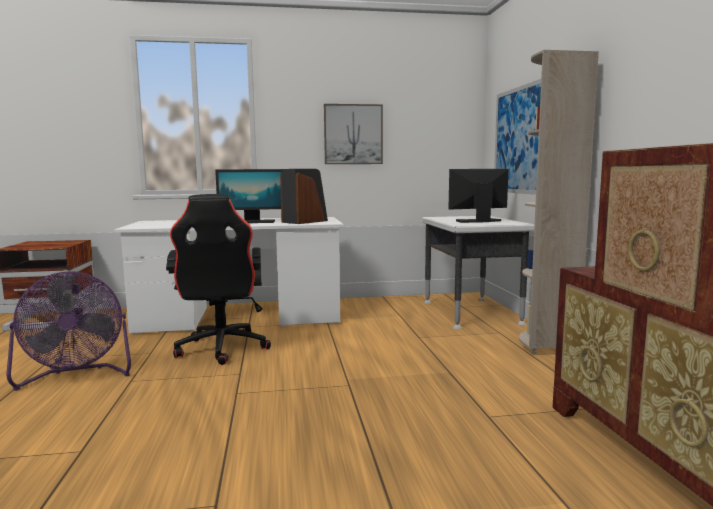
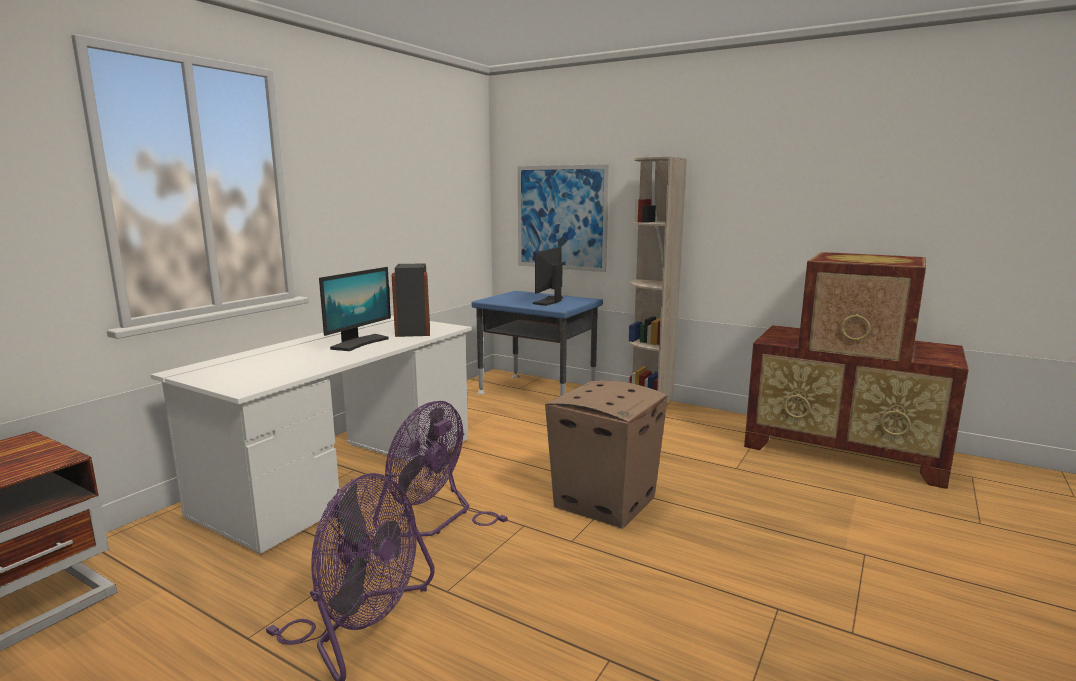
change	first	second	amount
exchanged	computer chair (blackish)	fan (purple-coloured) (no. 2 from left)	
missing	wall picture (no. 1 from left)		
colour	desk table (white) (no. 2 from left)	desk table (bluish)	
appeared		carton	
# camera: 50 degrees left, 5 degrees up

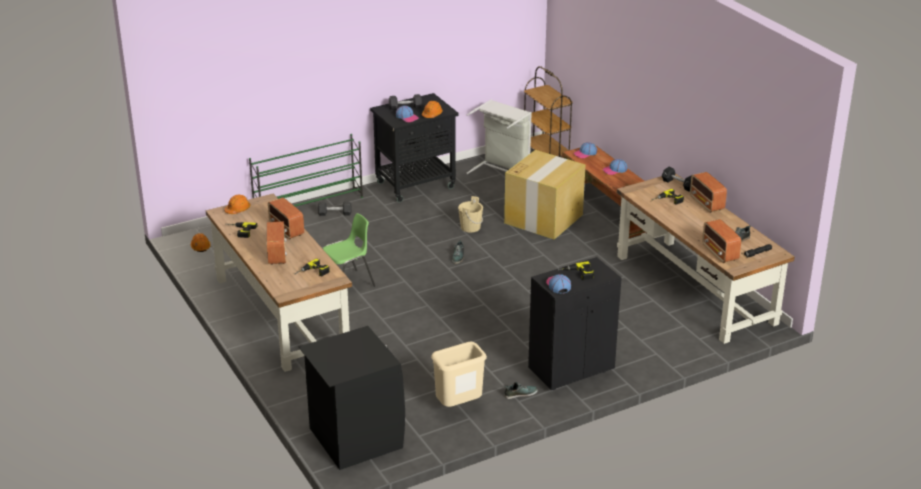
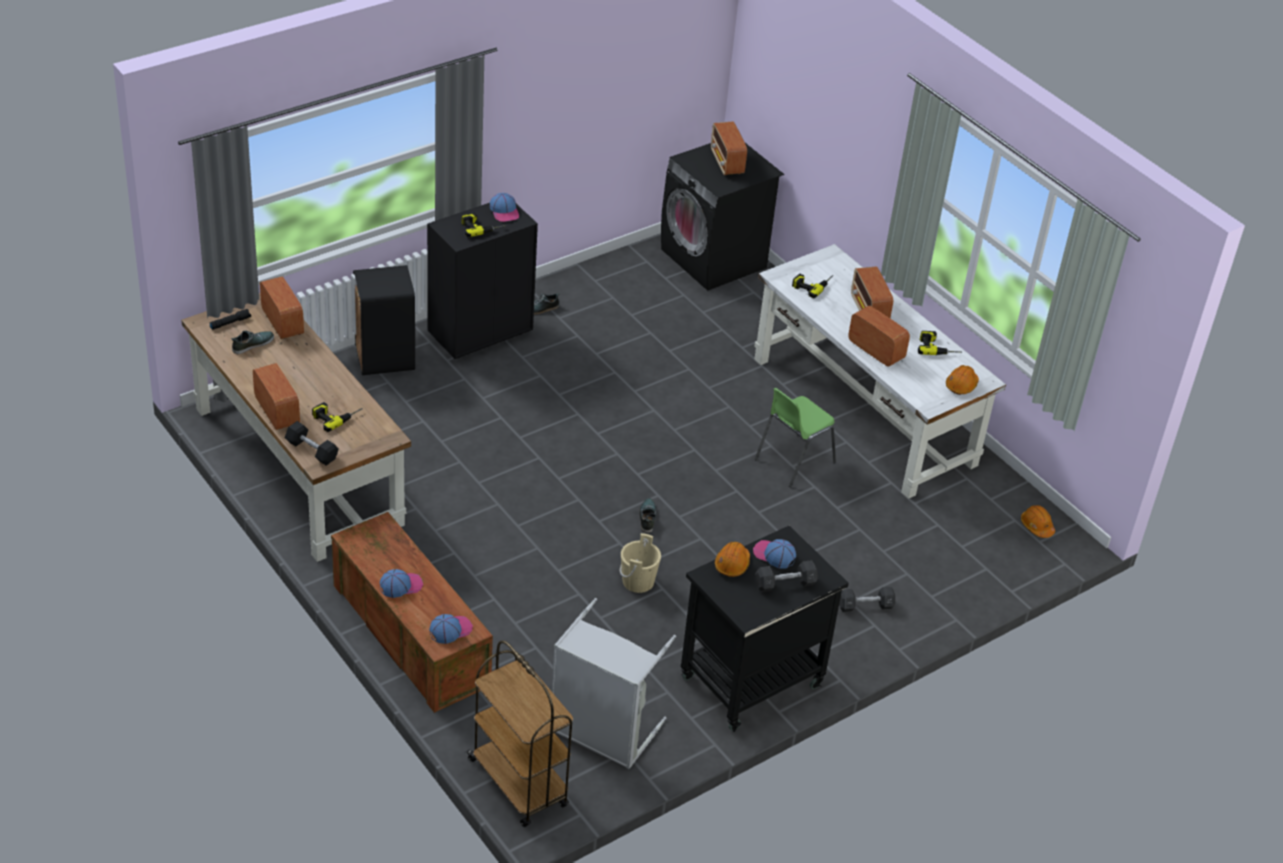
change	first	second	amount
colour	desk table (brown) (no. 1 from left)	desk table (white)	
missing	shoe rack (greenish)		
missing	rubbish bin (beige-coloured)		
missing	carton		
appeared		rubbish bin (blackish)	
appeared		radio (no. 3 from left)	
# camera: 170 degrees right, 10 degrees up

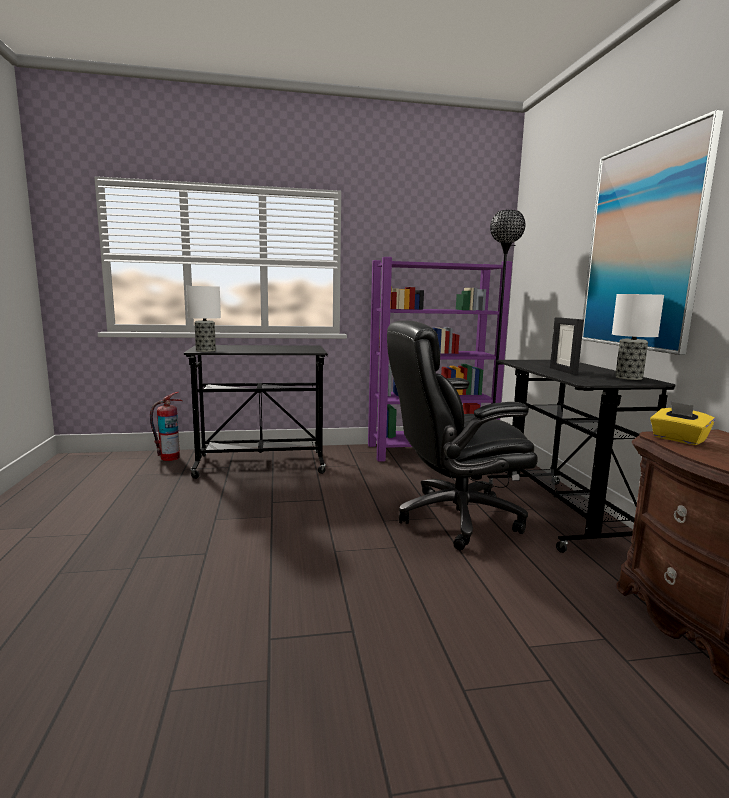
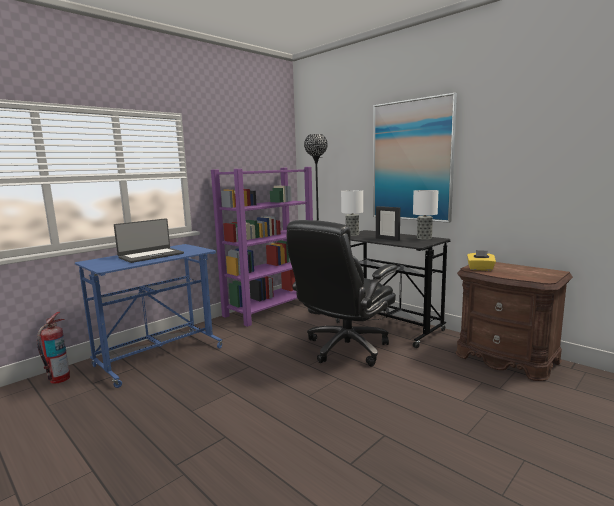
change	first	second	amount
colour	desk table (blackish) (no. 1 from left)	desk table (bluish)	
relocated	tabletop lamp (no. 1 from left)		
appeared		notebook computer	
# camera: 35 degrees left, 0 degrees up

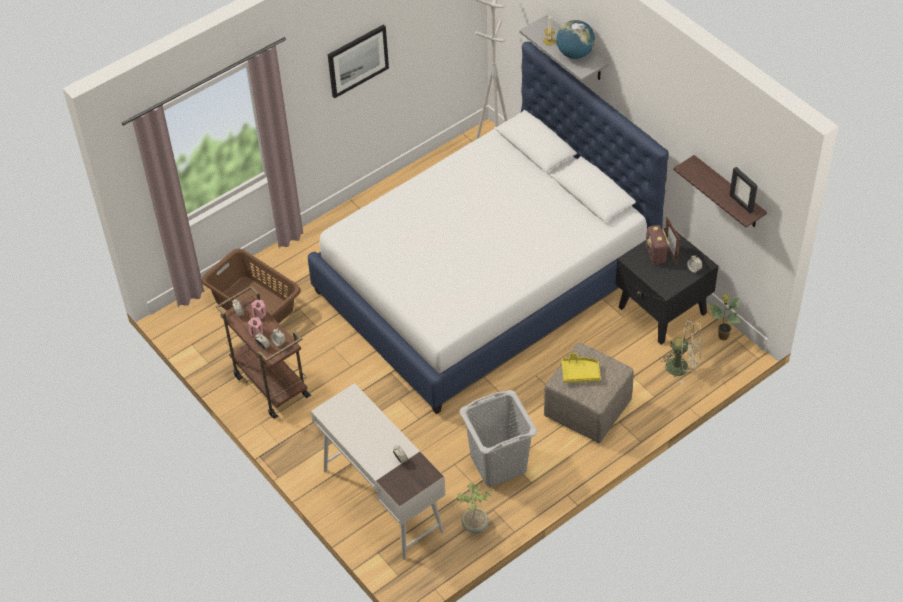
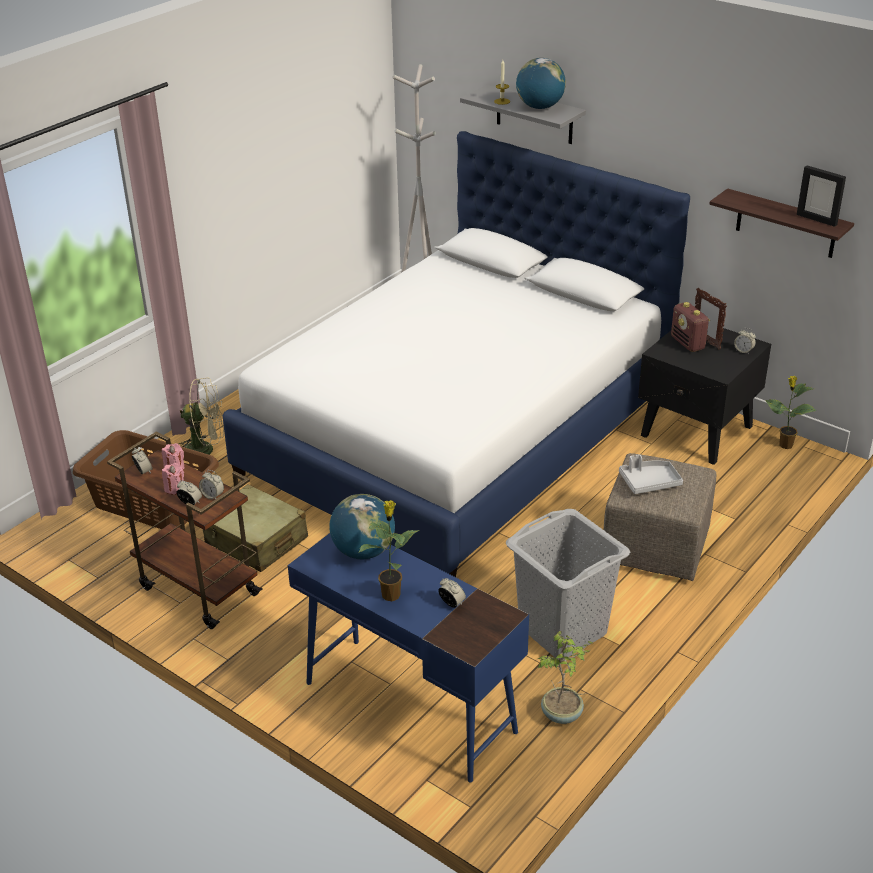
change	first	second	amount
colour	desk table (white)	desk table (bluish)	
missing	wall picture		
colour	tray (yellow)	tray (greyish)	
relocated	fan (beige-coloured)		
appeared		suitcase (beige-coloured)	
appeared		globe (no. 1 from left)	
appeared		houseplant (no. 1 from left)	
# camera: 15 degrees left, 15 degrees down

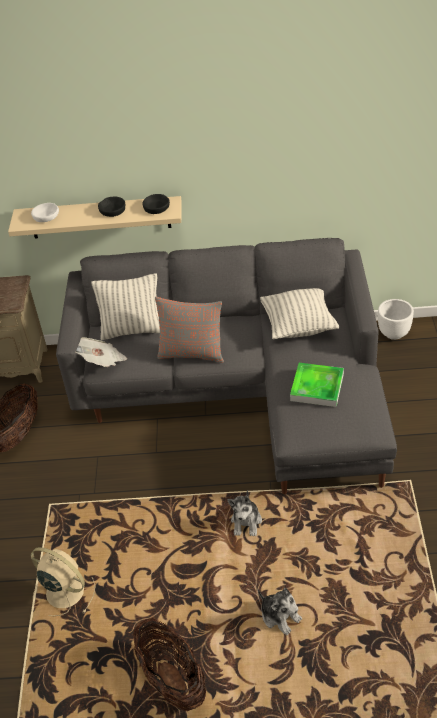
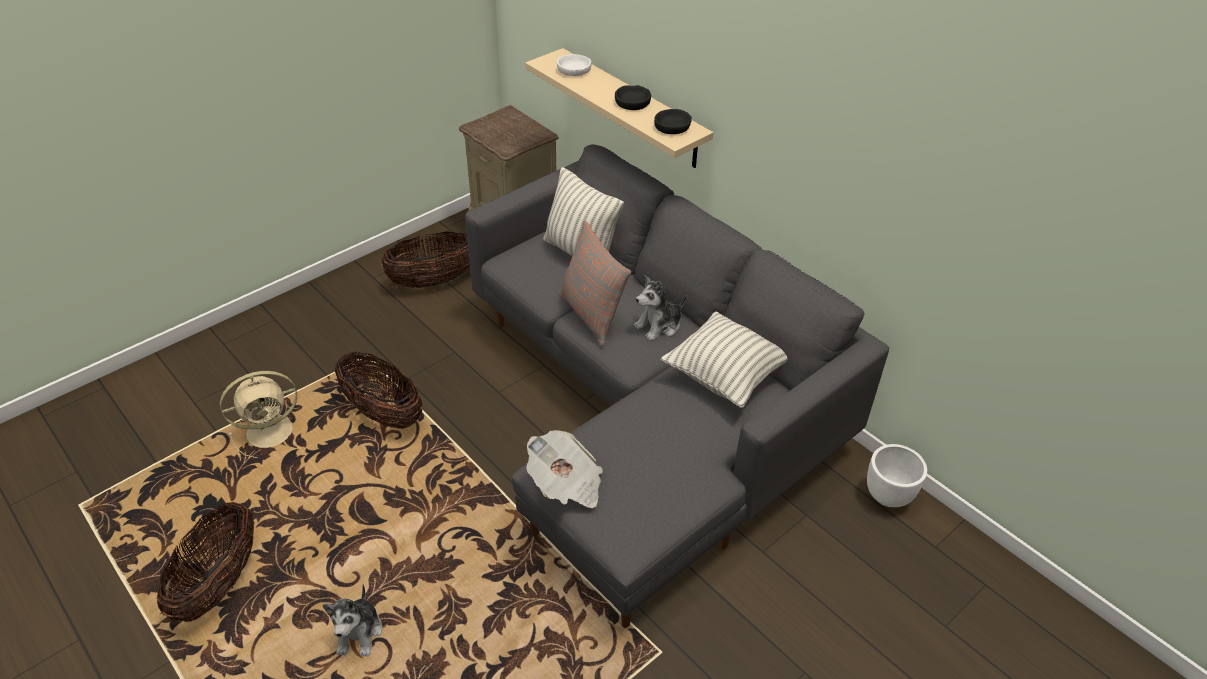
change	first	second	amount
spun	fan (beige-coloured)		75 degrees clockwise
relocated	daily paper		
relocated	soft toy (no. 1 from left in the first image)	soft toy (no. 2 from left)	
missing	tray		
appeared		storage basket (no. 2 from left)	
# camera: 45 degrees right, 0 degrees up

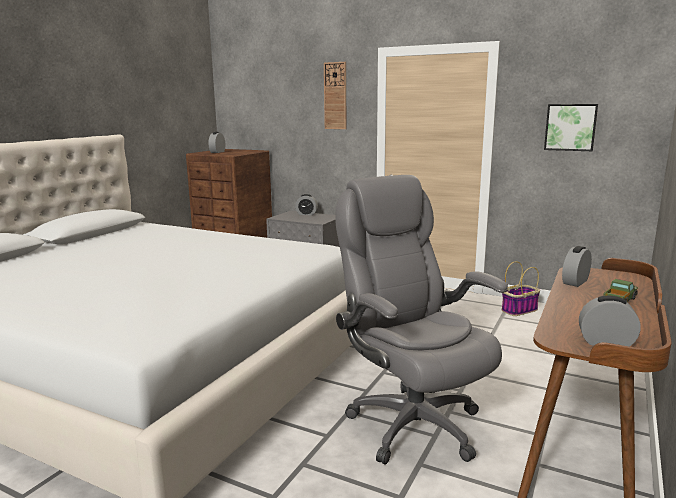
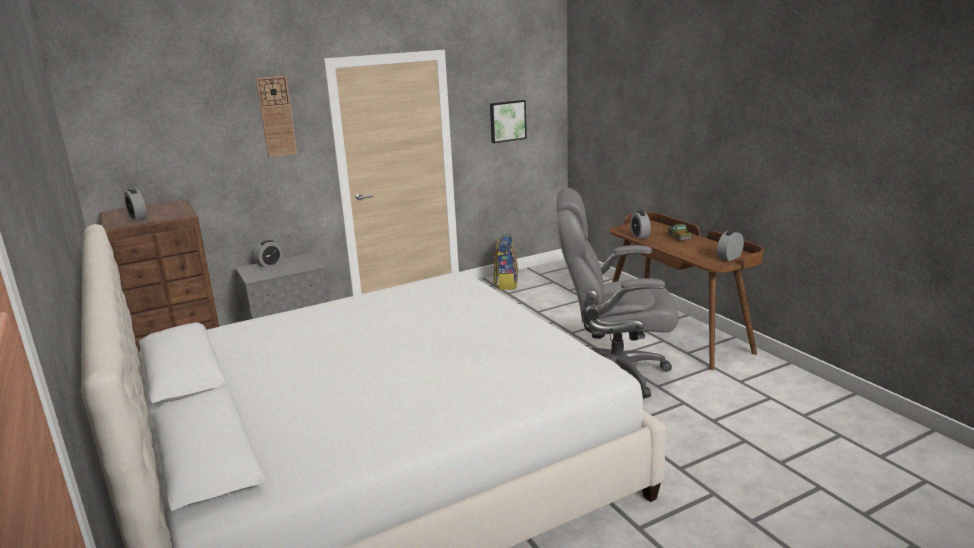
change	first	second	amount
exchanged	storage basket	knapsack	
# camera: 55 degrees left, 5 degrees up

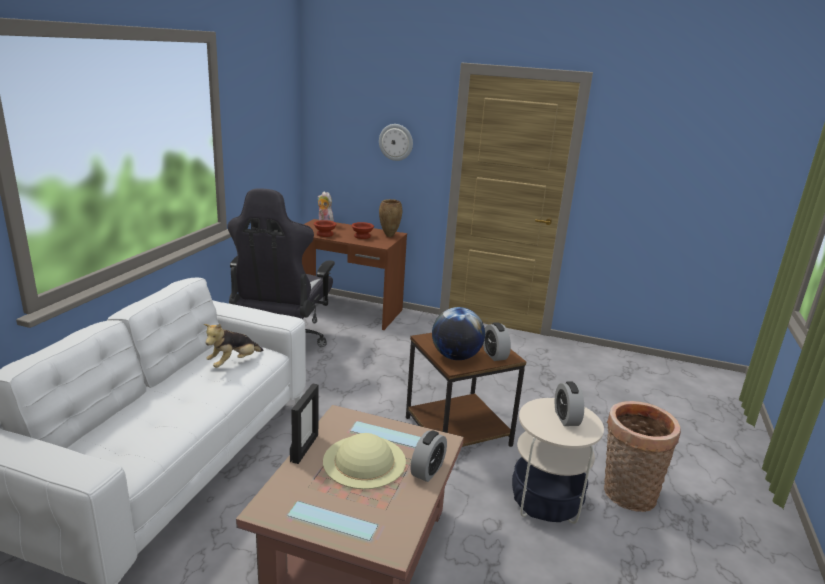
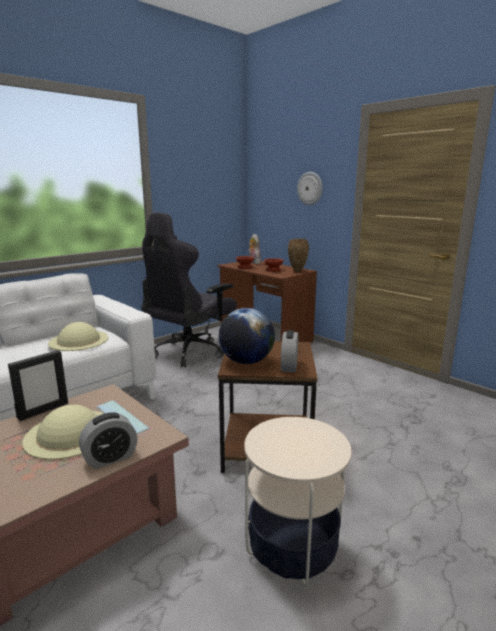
change	first	second	amount
exchanged	soft toy (no. 1 from left)	hat (beige-coloured) (no. 2 from left)	
missing	table clock (no. 3 from left)		
missing	storage basket		
# camera: 30 degrees right, 5 degrees down

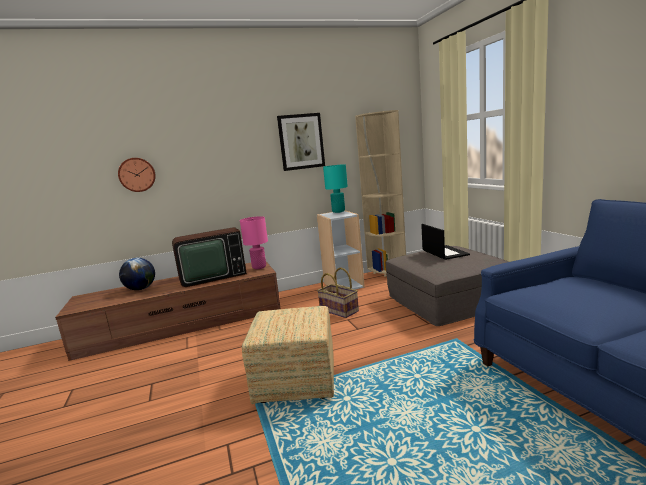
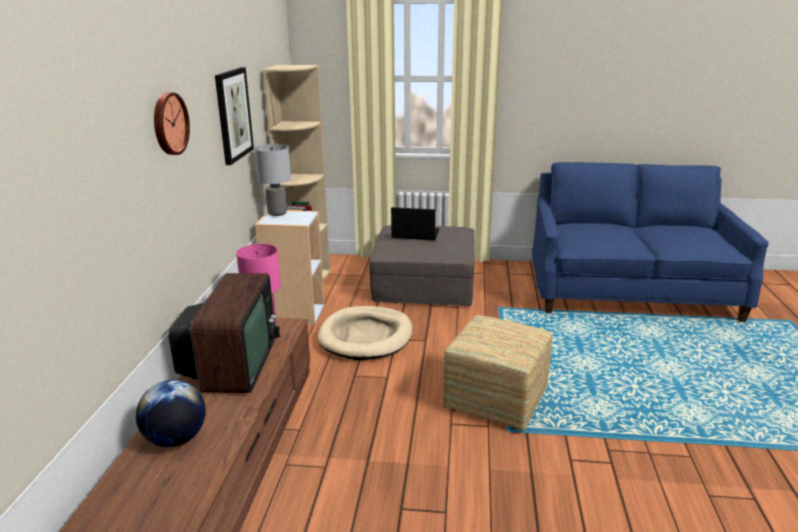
change	first	second	amount
relocated	hanging clock		
exchanged	storage basket	pet bed (beige-coloured)	
colour	tabletop lamp (turquoise-coloured)	tabletop lamp (greyish)	
# camera: 65 degrees left, 10 degrees up

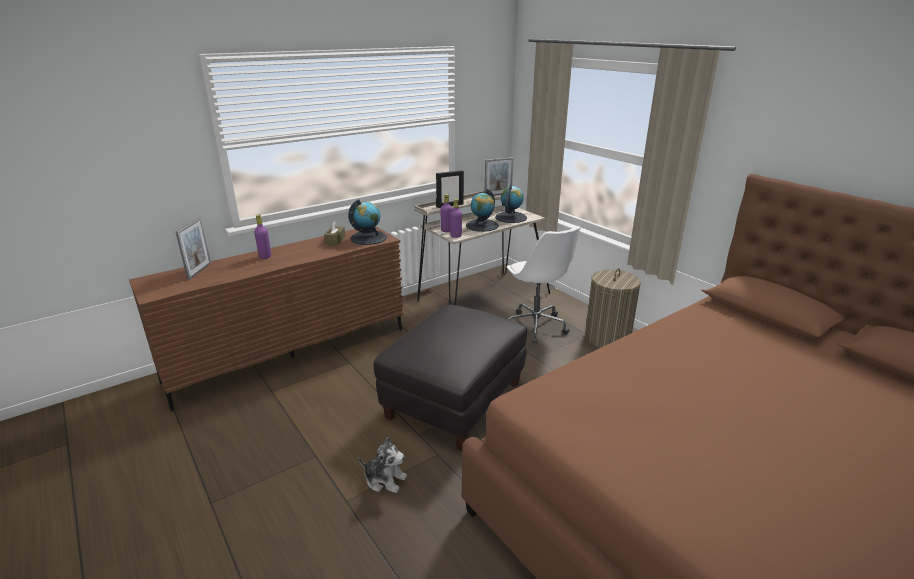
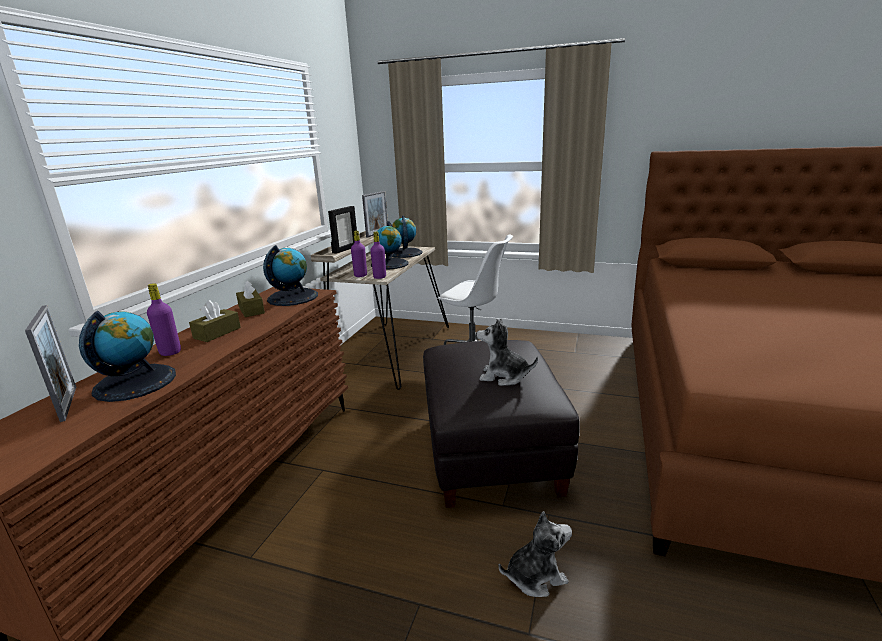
change	first	second	amount
missing	hamper		
appeared		globe (no. 1 from left)	
appeared		tissue box (brown) (no. 1 from left)	
appeared		soft toy (no. 1 from left)	
# camera: 35 degrees left, 5 degrees down

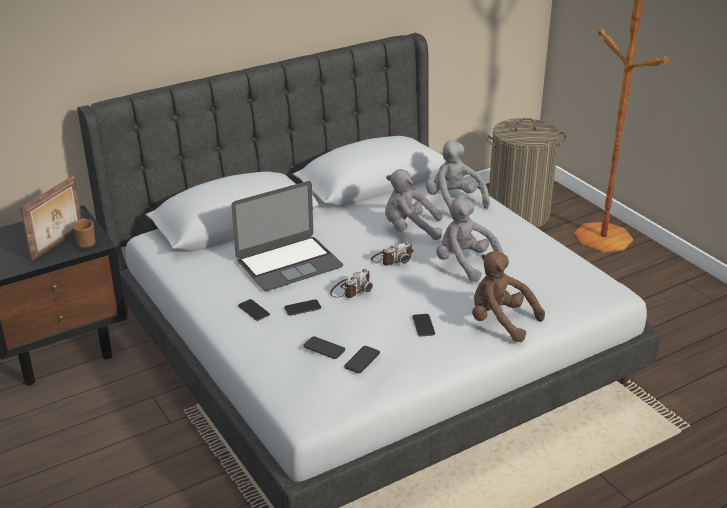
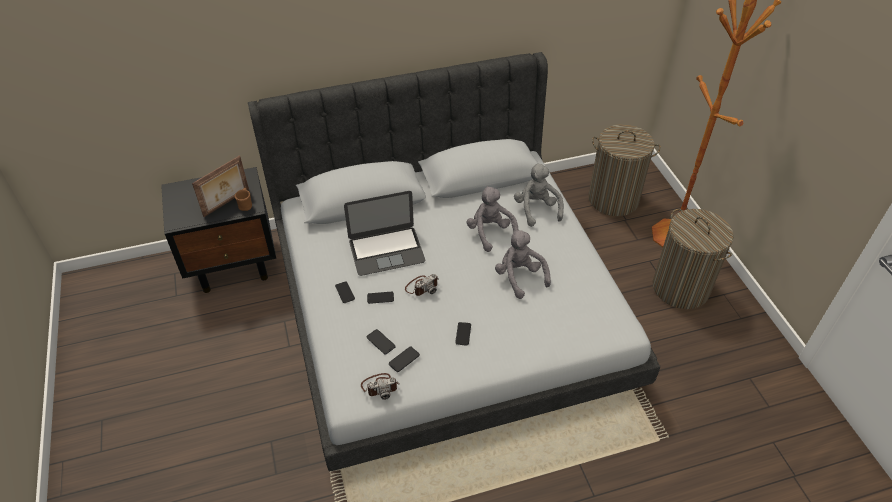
change	first	second	amount
relocated	still camera (no. 2 from left in the first image)	still camera (no. 1 from left)	
spun	soft toy (greyish) (no. 1 from left)		45 degrees clockwise
missing	soft toy (brown)		
appeared		hamper (no. 2 from left)	
# camera: 15 degrees right, 15 degrees up

